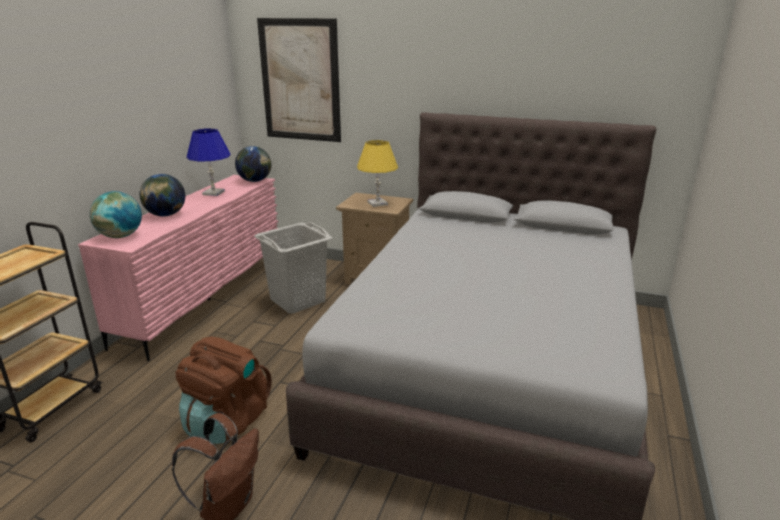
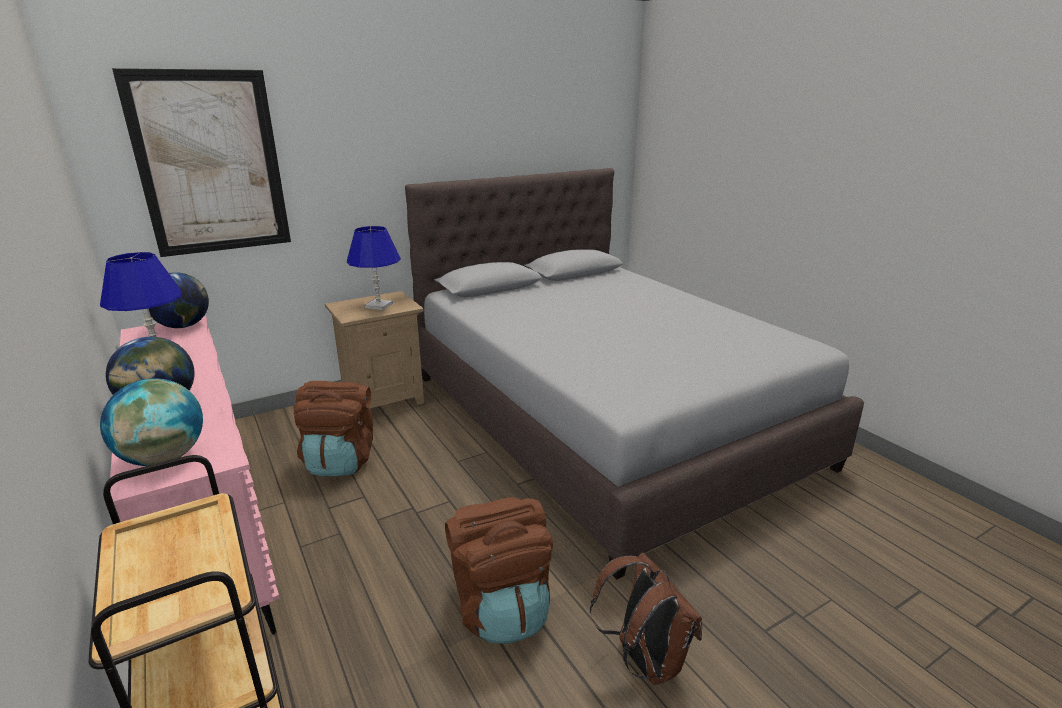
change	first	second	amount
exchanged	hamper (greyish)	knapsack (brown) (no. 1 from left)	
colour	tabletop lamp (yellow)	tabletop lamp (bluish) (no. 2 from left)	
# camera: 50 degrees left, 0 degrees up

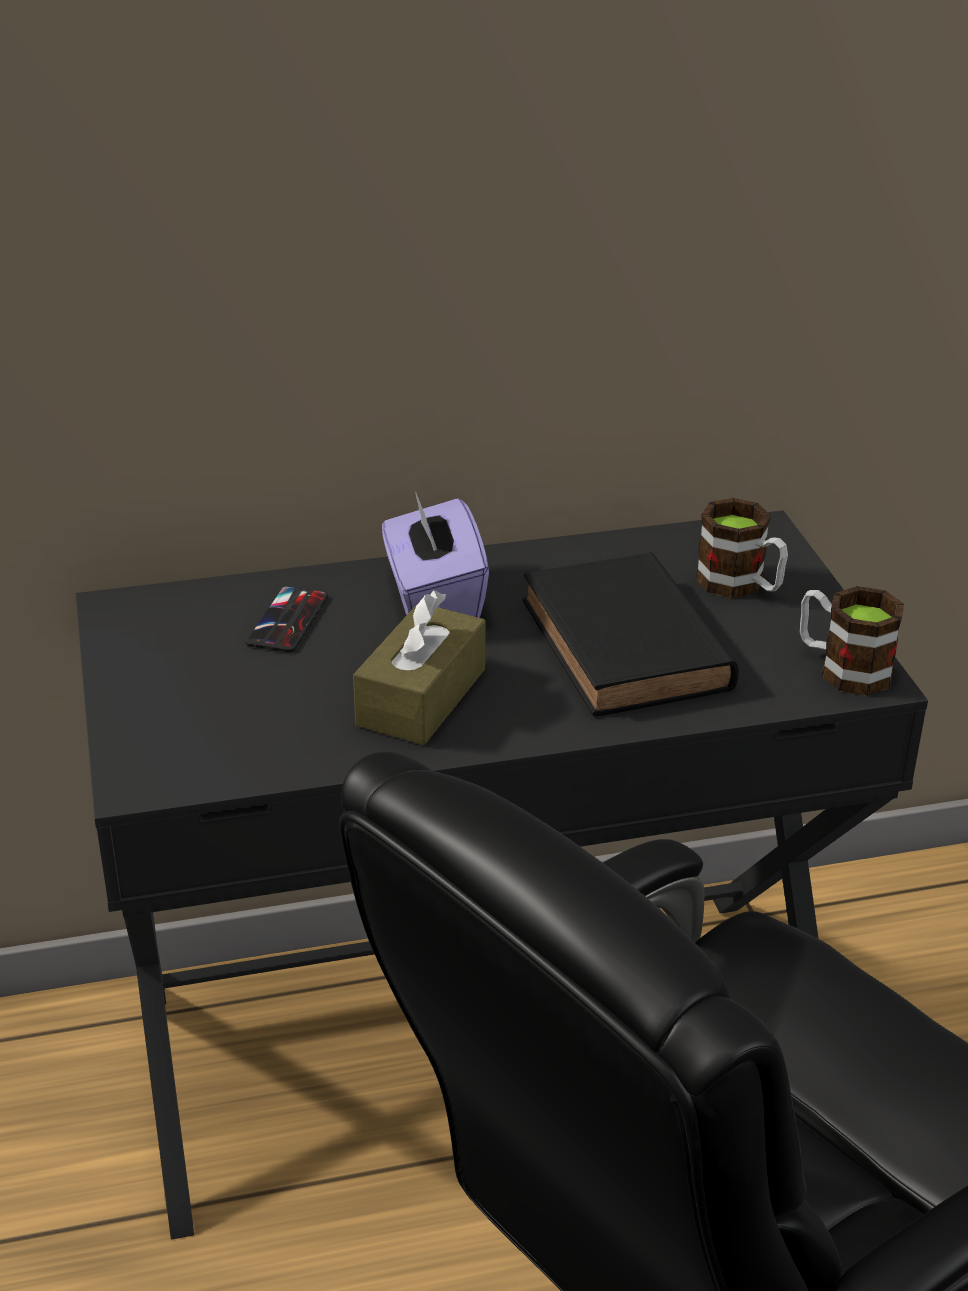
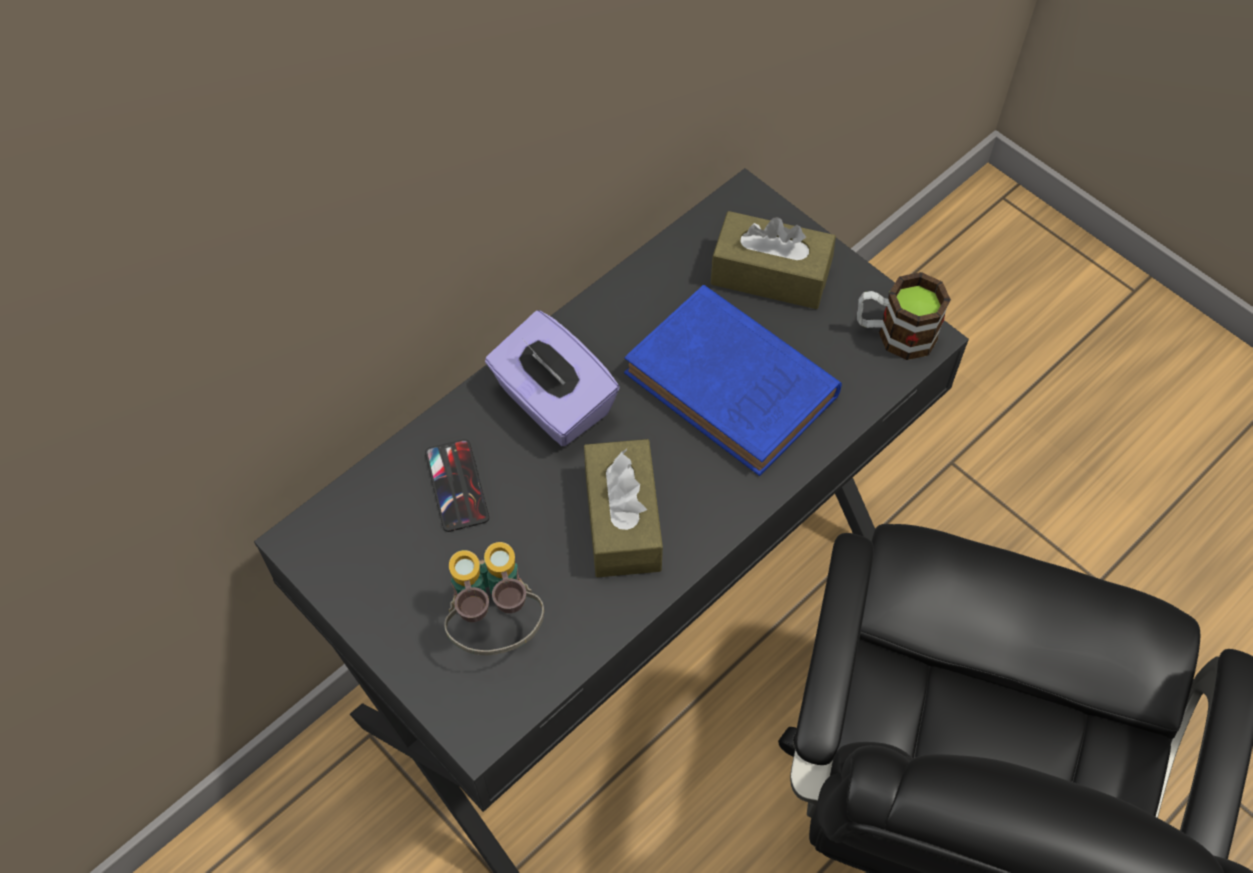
change	first	second	amount
colour	volume (blackish)	volume (bluish)	
exchanged	coffee mug (no. 1 from left)	tissue box (brown) (no. 2 from left)	
appeared		field glasses	
# camera: 30 degrees left, 25 degrees up

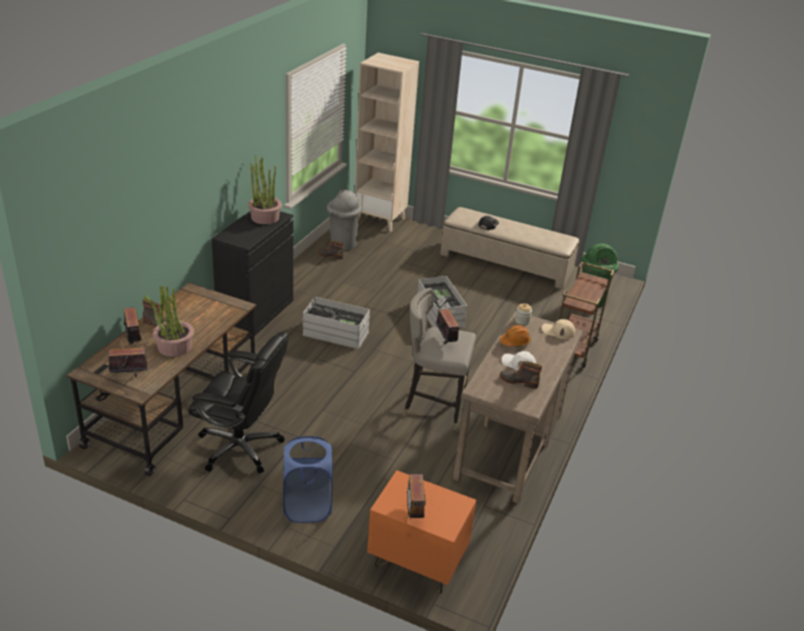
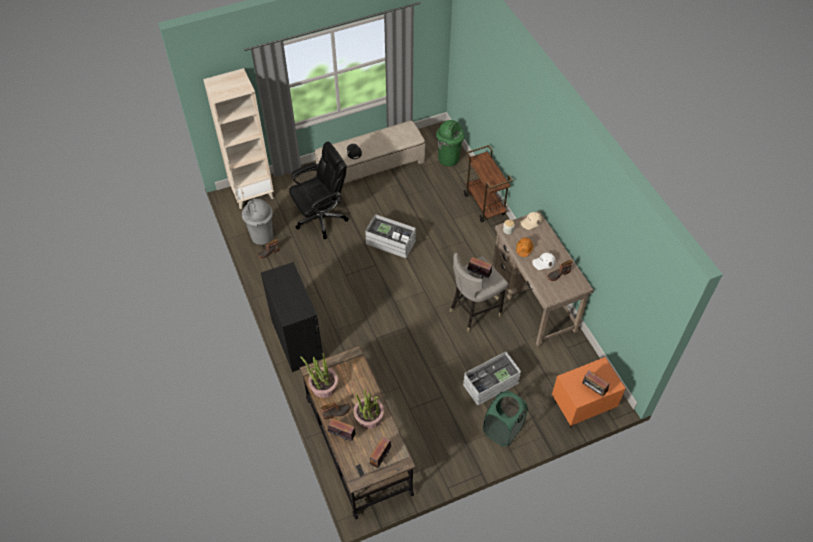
change	first	second	amount
relocated	computer chair (blackish)		
relocated	houseplant (no. 2 from left in the first image)	houseplant (no. 1 from left)	
colour	hamper (bluish)	hamper (greenish)	
relocated	storage container (greyish) (no. 1 from left in the first image)	storage container (greyish) (no. 2 from left)	
# camera: 45 degrees left, 20 degrees up

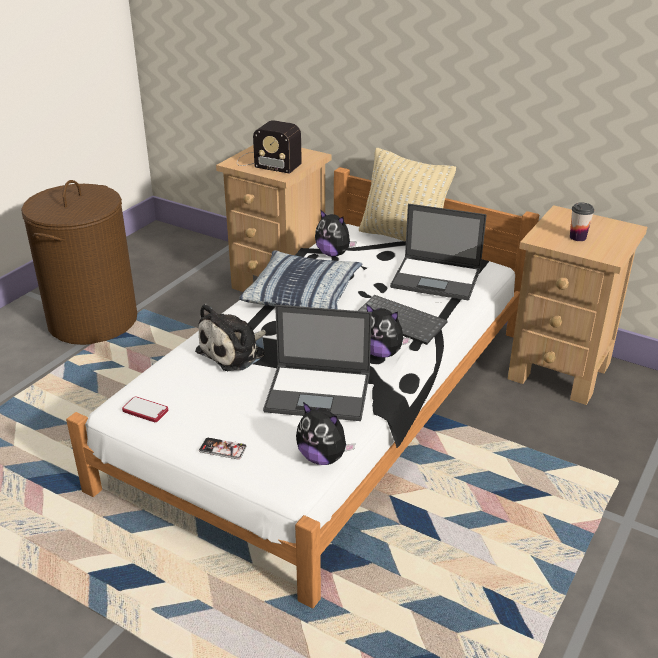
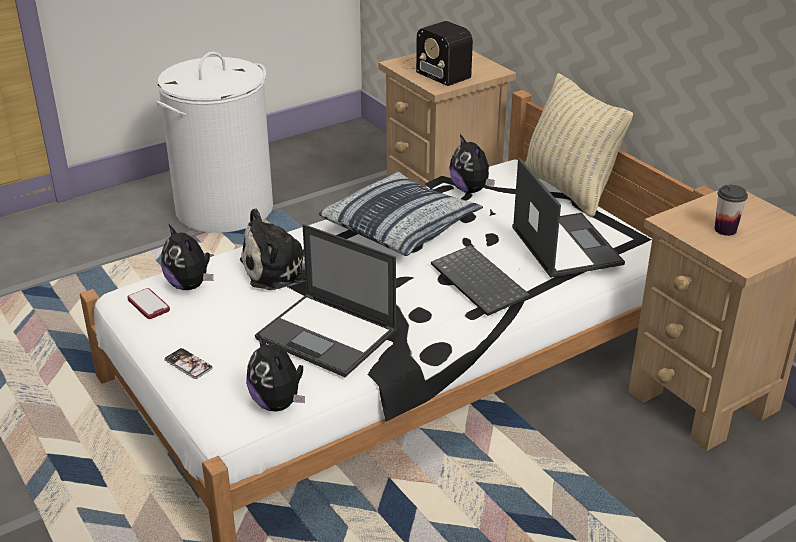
change	first	second	amount
colour	hamper (brown)	hamper (white)	
relocated	soft toy (no. 4 from left in the first image)	soft toy (no. 1 from left)	
spun	notebook computer (no. 2 from left)		150 degrees counterclockwise
# camera: 25 degrees right, 0 degrees up

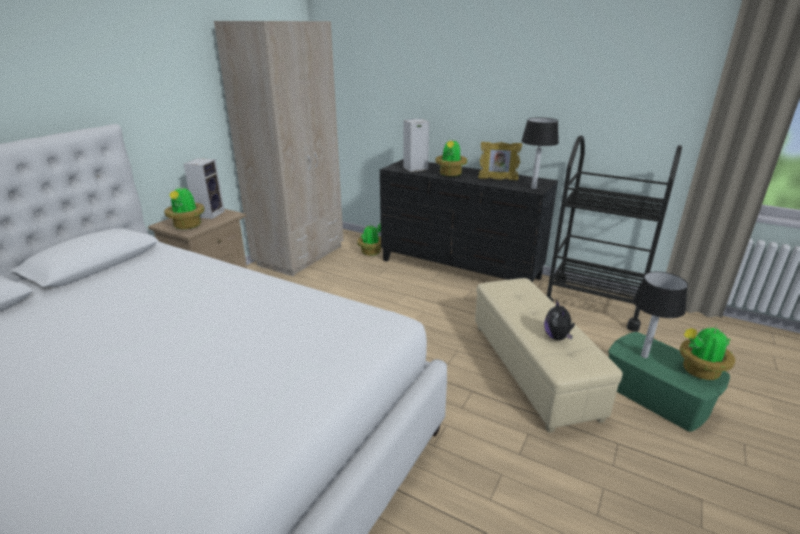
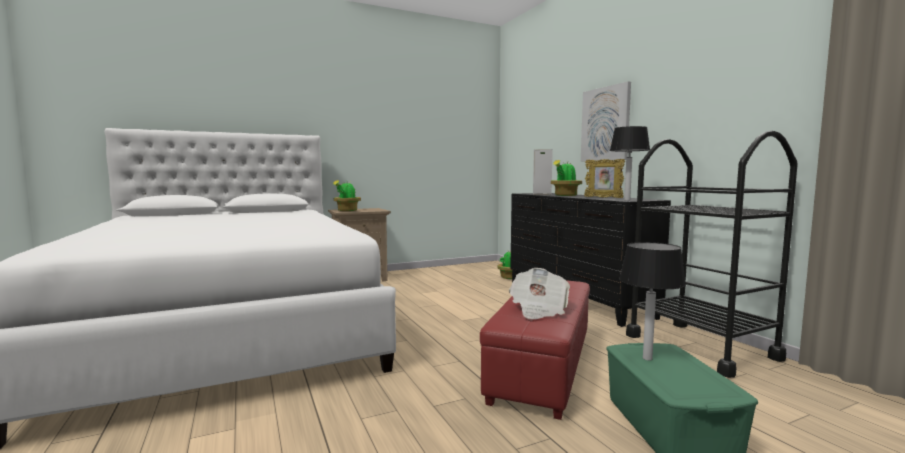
change	first	second	amount
missing	speaker (no. 1 from left)		
missing	wardrobe (beige-coloured)		
colour	ottoman (beige-coloured)	ottoman (reddish)	
exchanged	soft toy	daily paper	
missing	houseplant (no. 4 from left)		
appeared		wall picture	
# camera: 35 degrees right, 20 degrees down

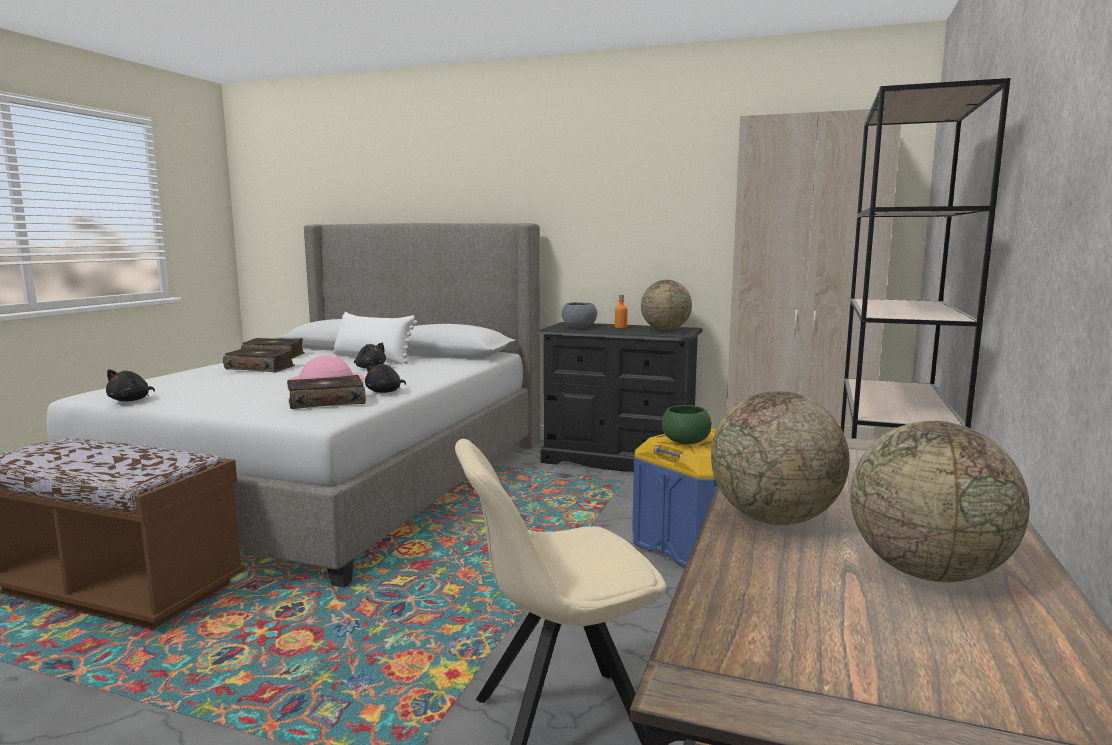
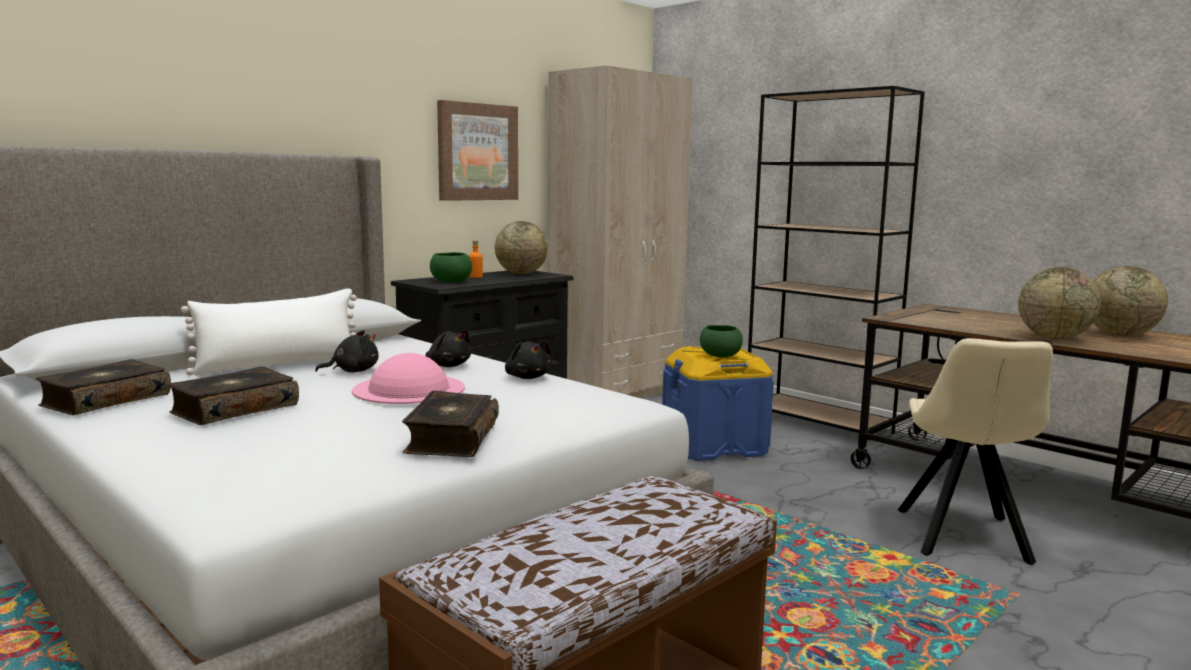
change	first	second	amount
relocated	soft toy (blackish) (no. 1 from left in the first image)	soft toy (blackish) (no. 2 from left)	
relocated	volume (no. 3 from left)		
colour	serving bowl (greyish)	serving bowl (greenish) (no. 1 from left)	
appeared		wall picture	
# camera: 65 degrees left, 0 degrees up

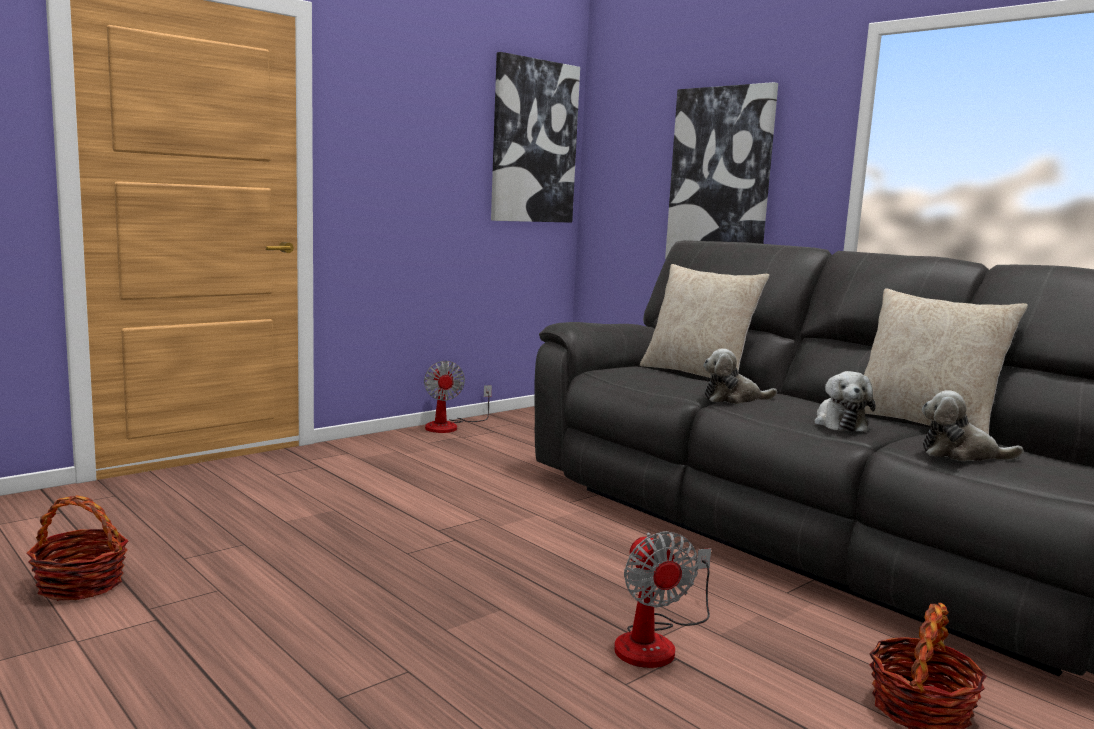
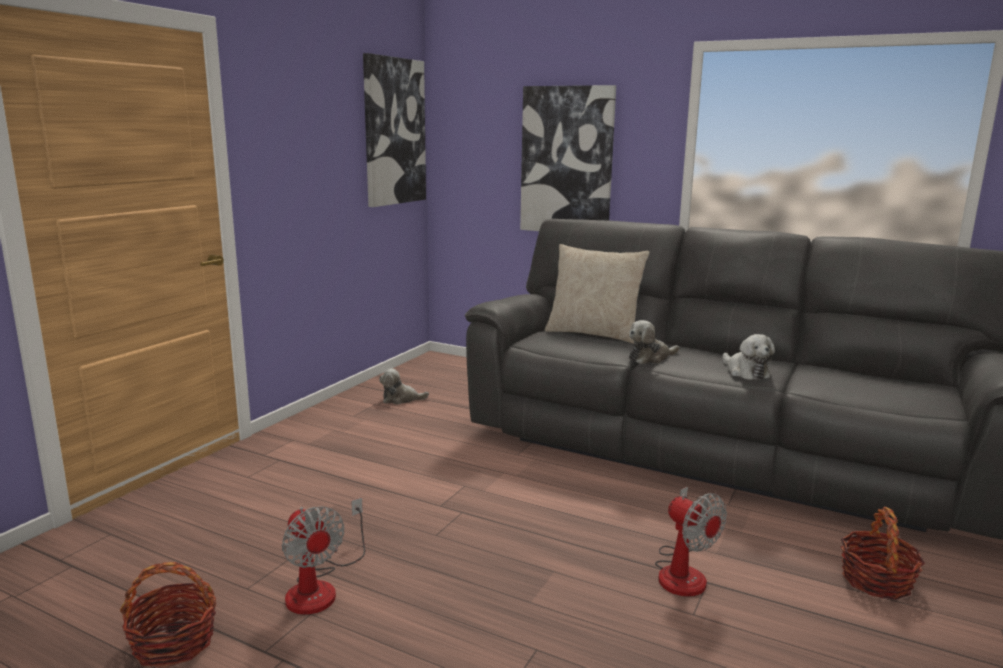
change	first	second	amount
relocated	fan (no. 1 from left)		
missing	pillow (beige-coloured) (no. 2 from left)		
relocated	soft toy (no. 3 from left in the first image)	soft toy (no. 1 from left)	
# camera: 20 degrees left, 5 degrees up

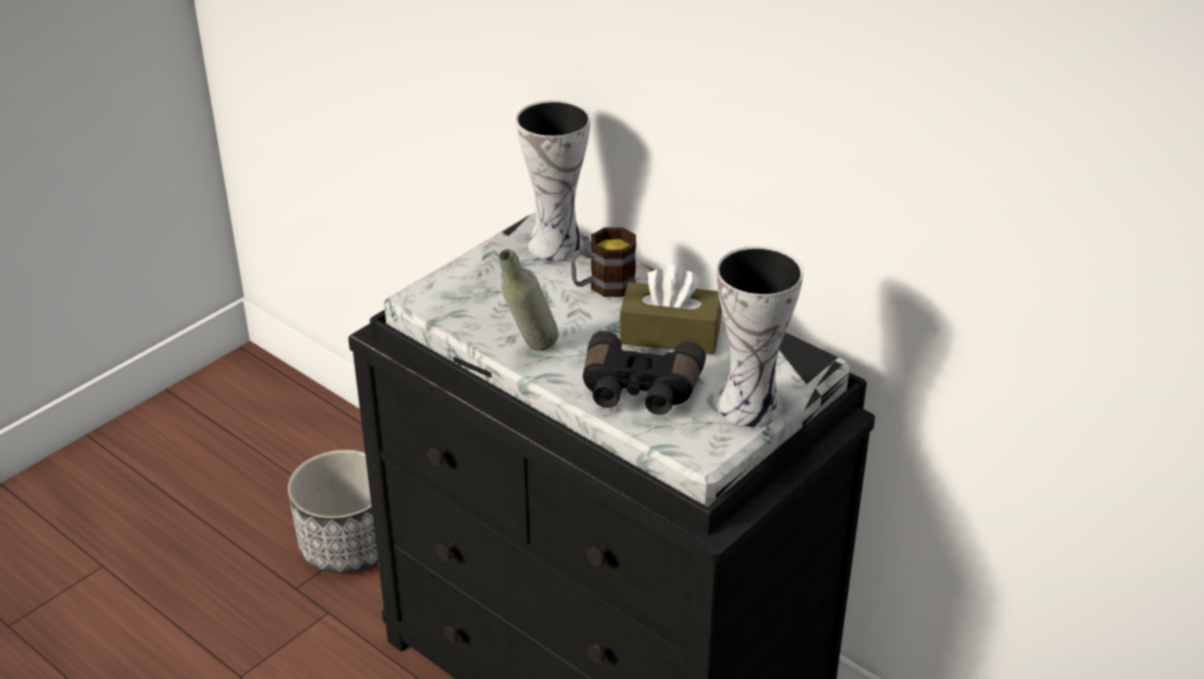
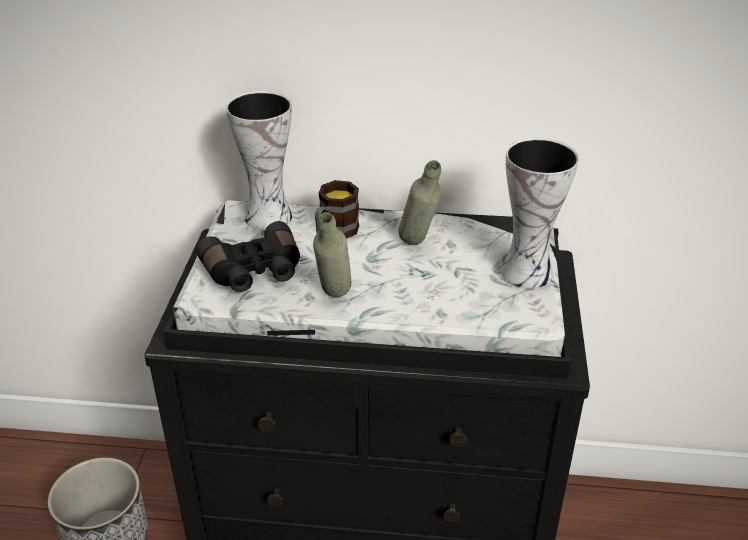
change	first	second	amount
relocated	field glasses (blackish)		
exchanged	tissue box (brown)	drink bottle (greyish) (no. 2 from left)	
# camera: 35 degrees left, 0 degrees up

